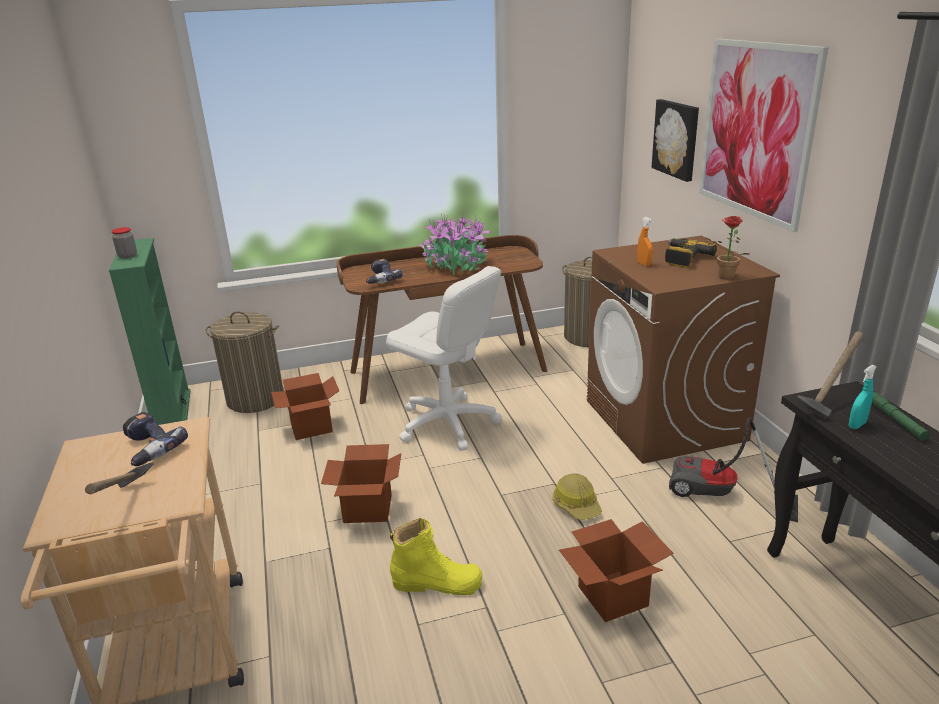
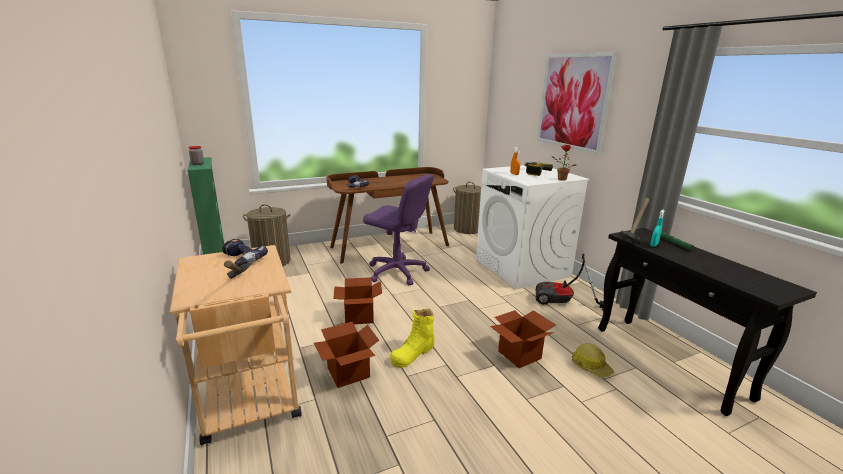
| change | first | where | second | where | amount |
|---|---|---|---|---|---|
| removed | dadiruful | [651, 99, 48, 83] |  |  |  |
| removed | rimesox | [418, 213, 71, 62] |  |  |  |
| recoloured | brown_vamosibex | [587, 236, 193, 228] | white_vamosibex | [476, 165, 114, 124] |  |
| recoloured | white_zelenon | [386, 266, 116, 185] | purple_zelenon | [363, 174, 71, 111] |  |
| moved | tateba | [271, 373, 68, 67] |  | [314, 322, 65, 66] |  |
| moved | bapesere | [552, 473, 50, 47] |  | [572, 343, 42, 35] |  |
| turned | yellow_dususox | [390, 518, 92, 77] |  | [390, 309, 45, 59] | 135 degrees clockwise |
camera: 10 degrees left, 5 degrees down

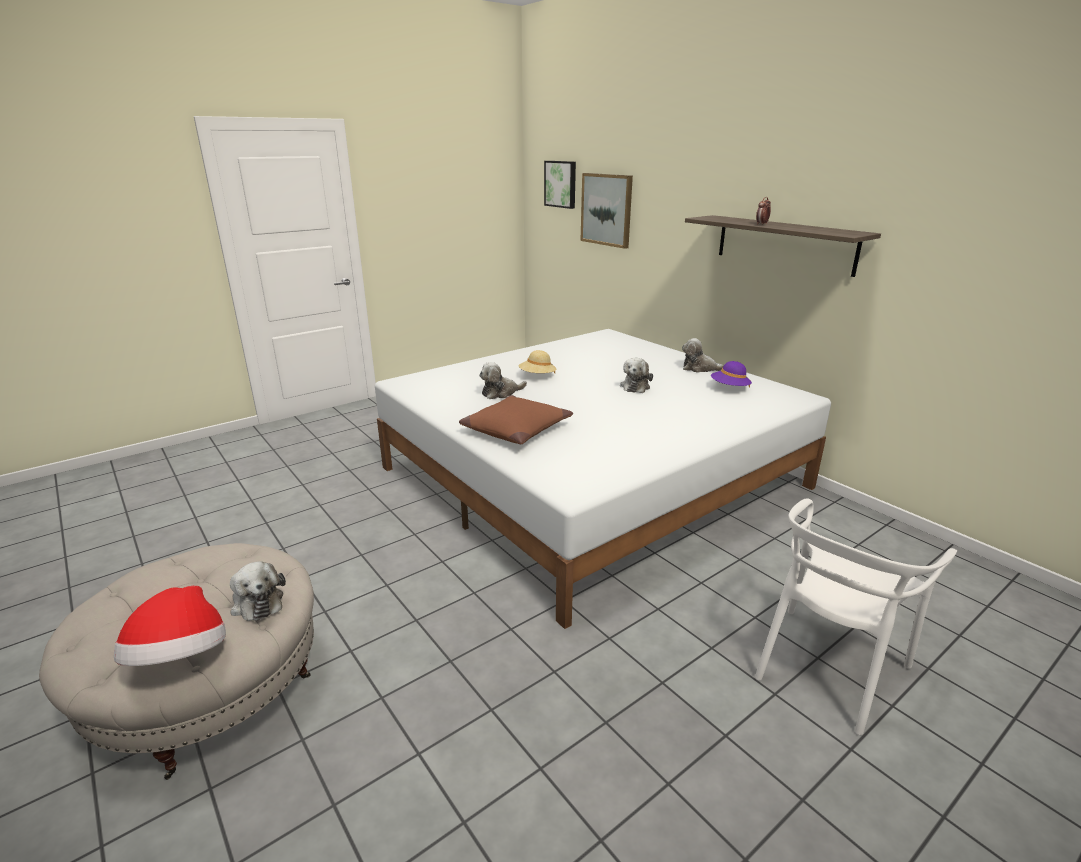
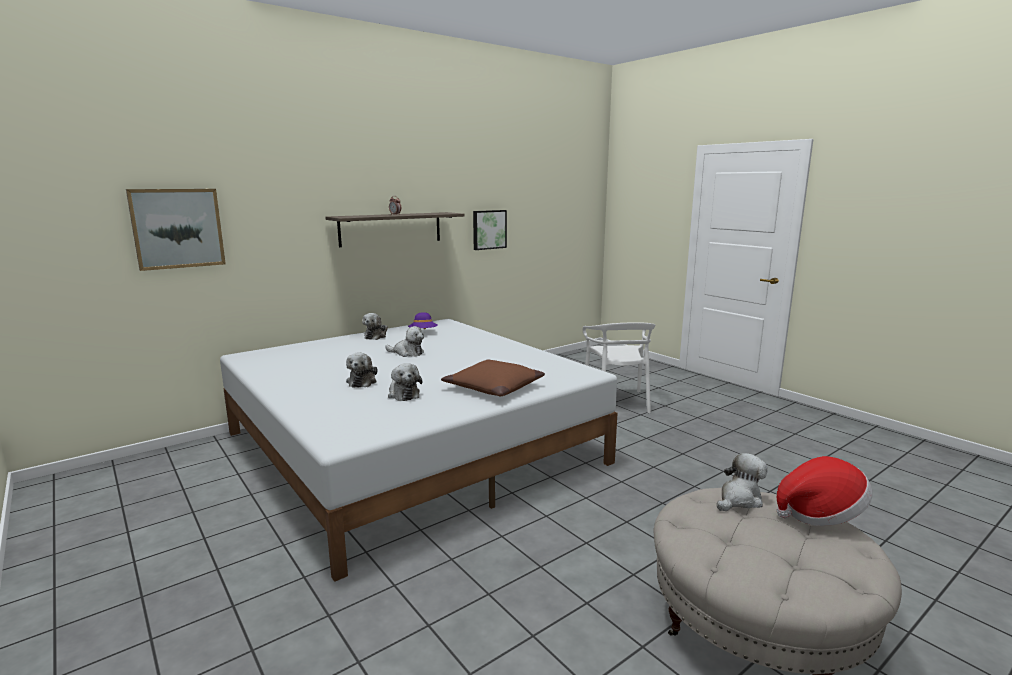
| change | first | where | second | where | amount |
|---|---|---|---|---|---|
| moved | dadiruful | [544, 161, 32, 48] |  | [473, 210, 34, 40] |  |
| replaced | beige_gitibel | [519, 350, 37, 24] | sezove | [346, 353, 32, 34] |  |
| turned | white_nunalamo | [755, 498, 202, 237] |  | [583, 322, 72, 91] | 45 degrees clockwise |
camera: 90 degrees left, 10 degrees down

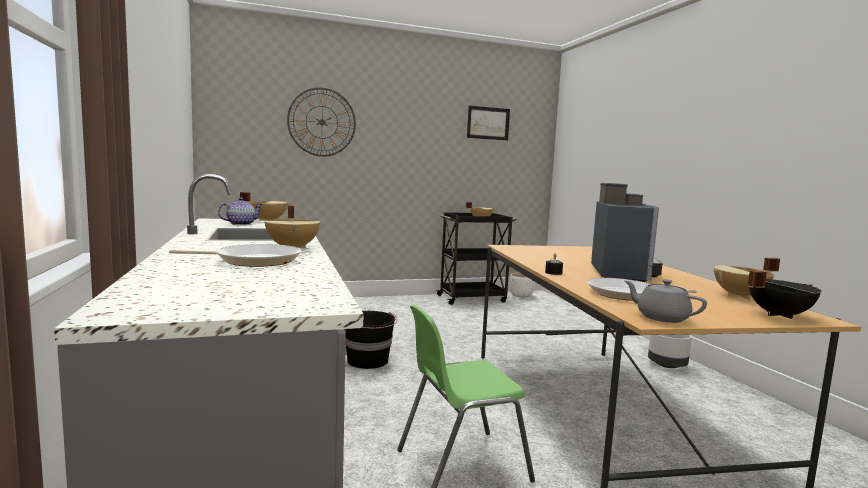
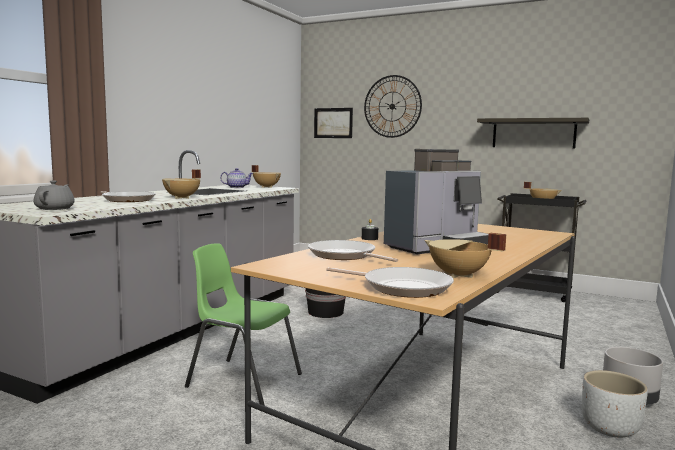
| change | first | where | second | where | amount |
|---|---|---|---|---|---|
| moved | dadiruful | [467, 106, 43, 35] |  | [314, 108, 39, 30] |  |
| replaced | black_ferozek | [748, 271, 74, 48] | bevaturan | [326, 267, 128, 31] |  |
| moved | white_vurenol | [510, 273, 25, 25] |  | [582, 370, 66, 68] |  |
| moved | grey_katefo | [624, 279, 83, 44] |  | [33, 181, 42, 29] |  |
| added |  |  | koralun | [477, 118, 112, 30] |  |
camera: 45 degrees right, 0 degrees up

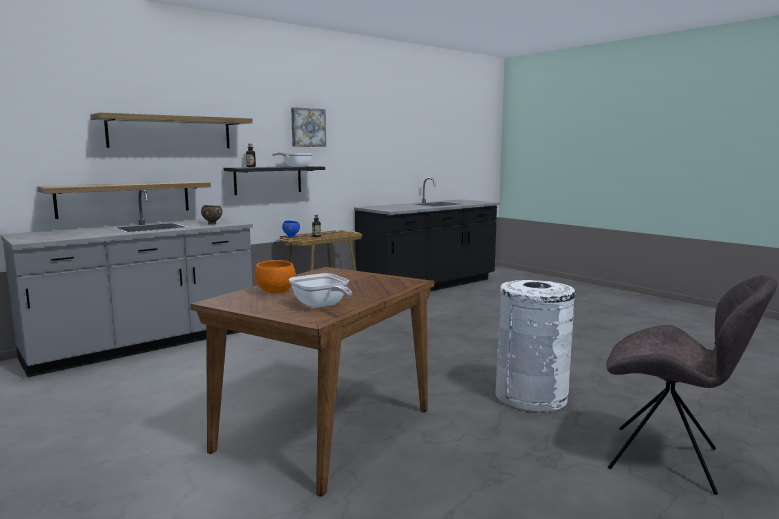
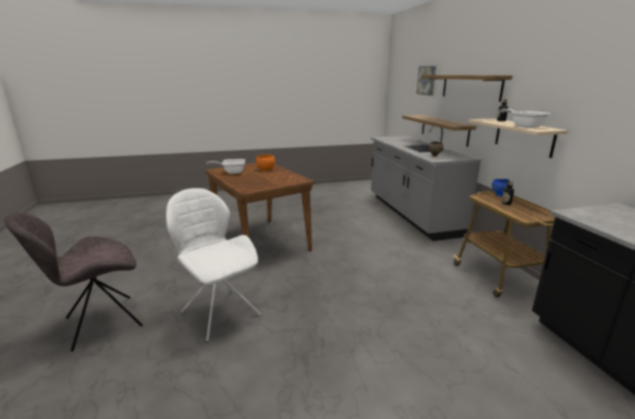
| change | first | where | second | where | amount |
|---|---|---|---|---|---|
| moved | dadiruful | [291, 107, 35, 40] |  | [416, 66, 20, 29] |  |
| recoloured | black_koralun | [223, 166, 102, 29] | beige_koralun | [468, 118, 100, 40] |  |
| replaced | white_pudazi | [495, 280, 81, 133] | white_nunalamo | [166, 188, 95, 153] |  |
camera: 115 degrees right, 10 degrees up

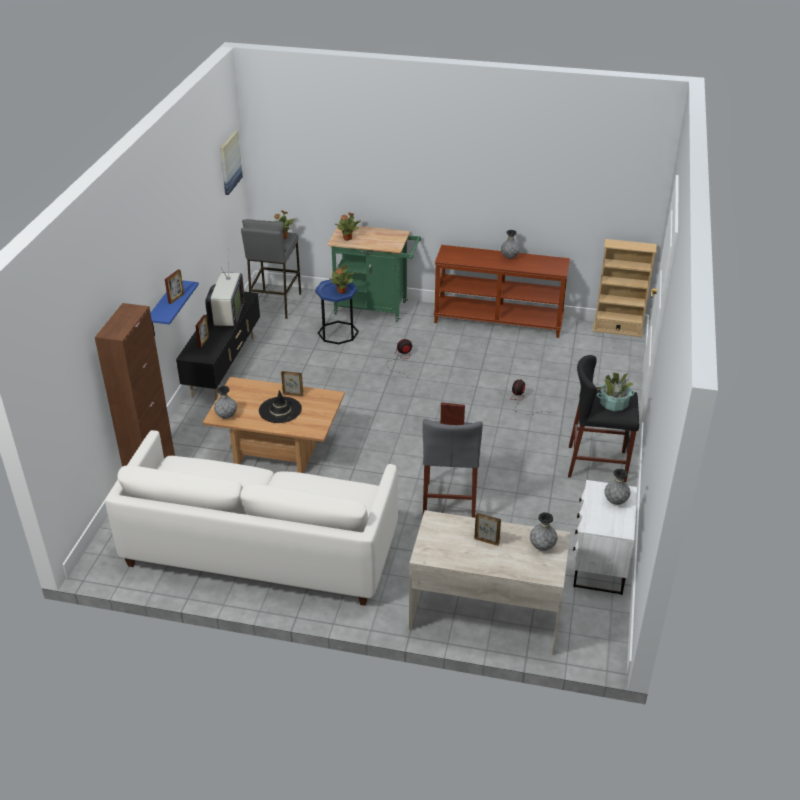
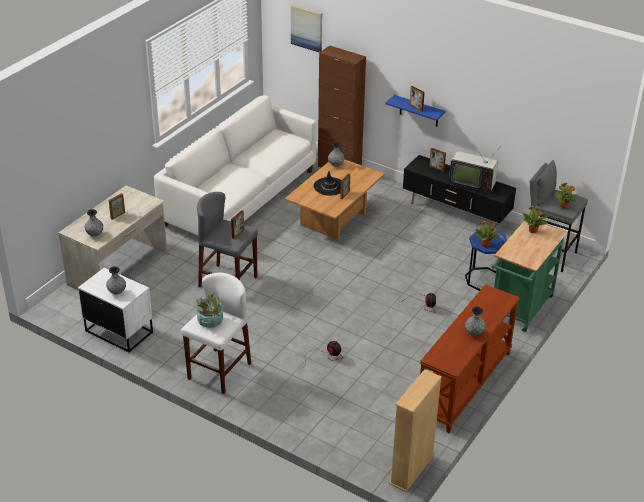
| change | first | where | second | where | amount |
|---|---|---|---|---|---|
| moved | dadiruful | [220, 131, 23, 64] |  | [291, 5, 31, 48] |  |
| recoloured | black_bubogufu | [568, 355, 71, 128] | white_bubogufu | [181, 273, 70, 121] |  |
camera: 110 degrees right, 0 degrees up

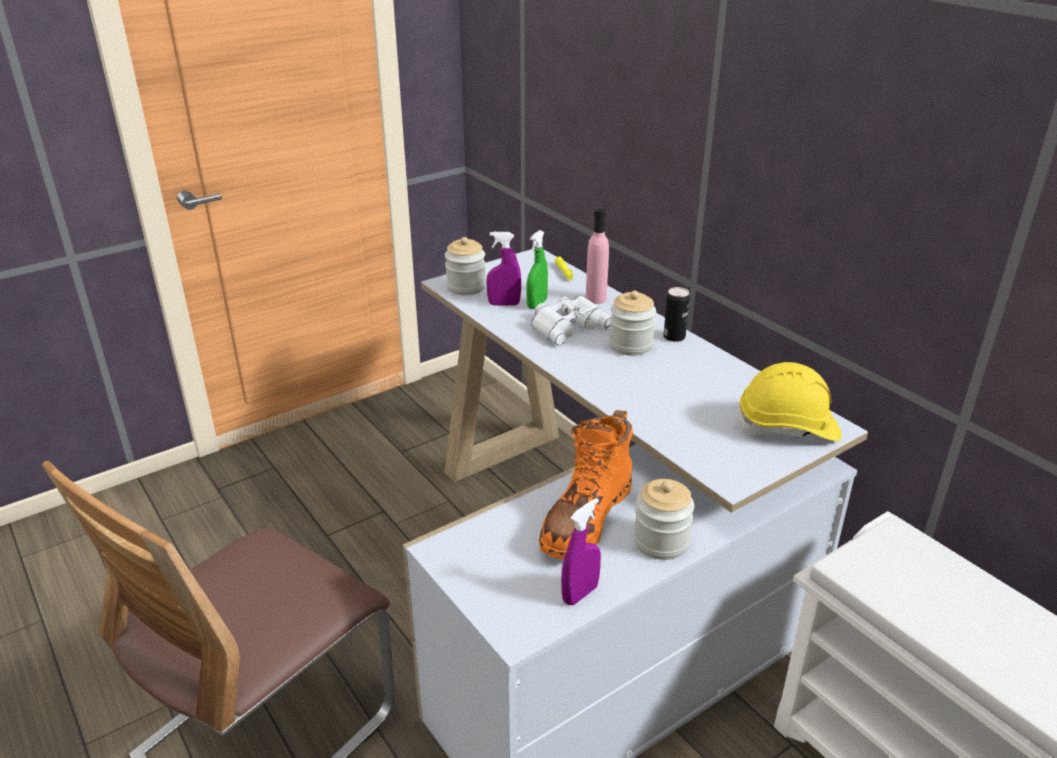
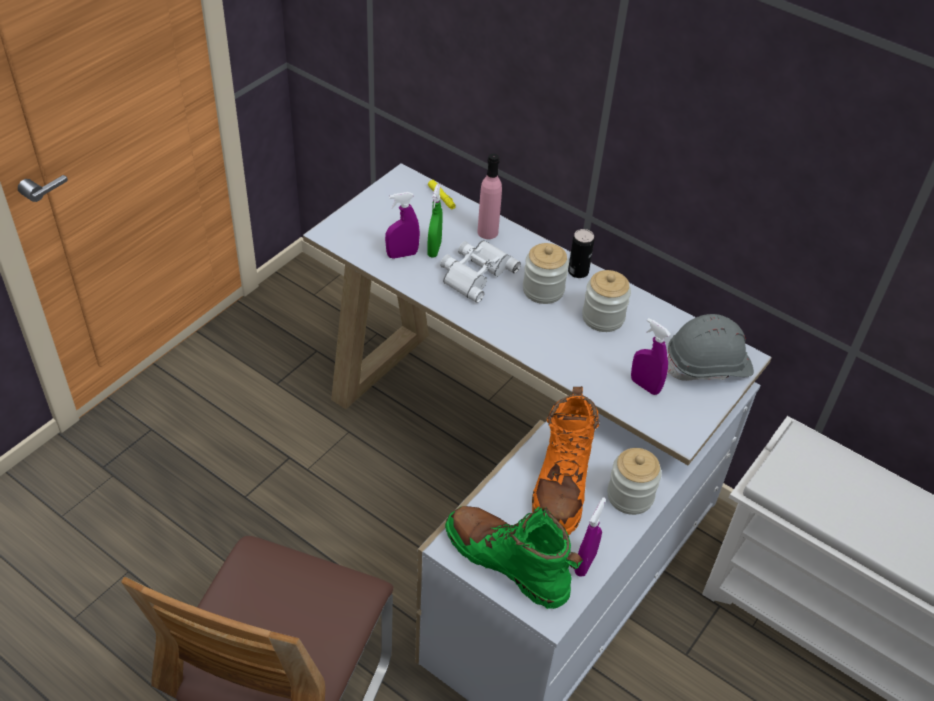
| change | first | where | second | where | amount |
|---|---|---|---|---|---|
| moved | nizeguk | [445, 237, 41, 59] |  | [582, 270, 49, 62] |  |
| recoloured | yellow_bapesere | [736, 362, 106, 79] | grey_bapesere | [667, 314, 87, 67] |  |
| added |  |  | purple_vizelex | [631, 318, 40, 77] |  |
| added |  |  | green_dususox | [445, 506, 138, 103] |  |
camera: 20 degrees left, 15 degrees up

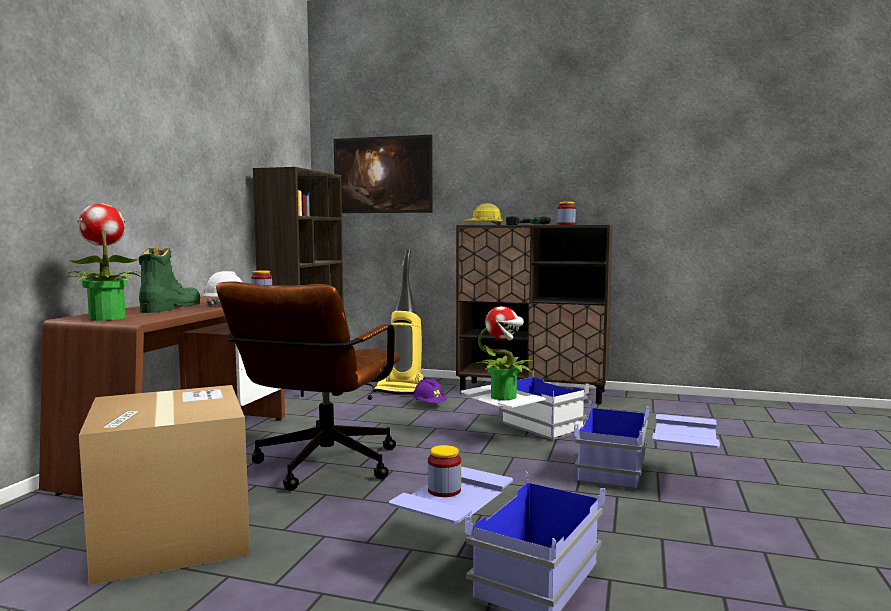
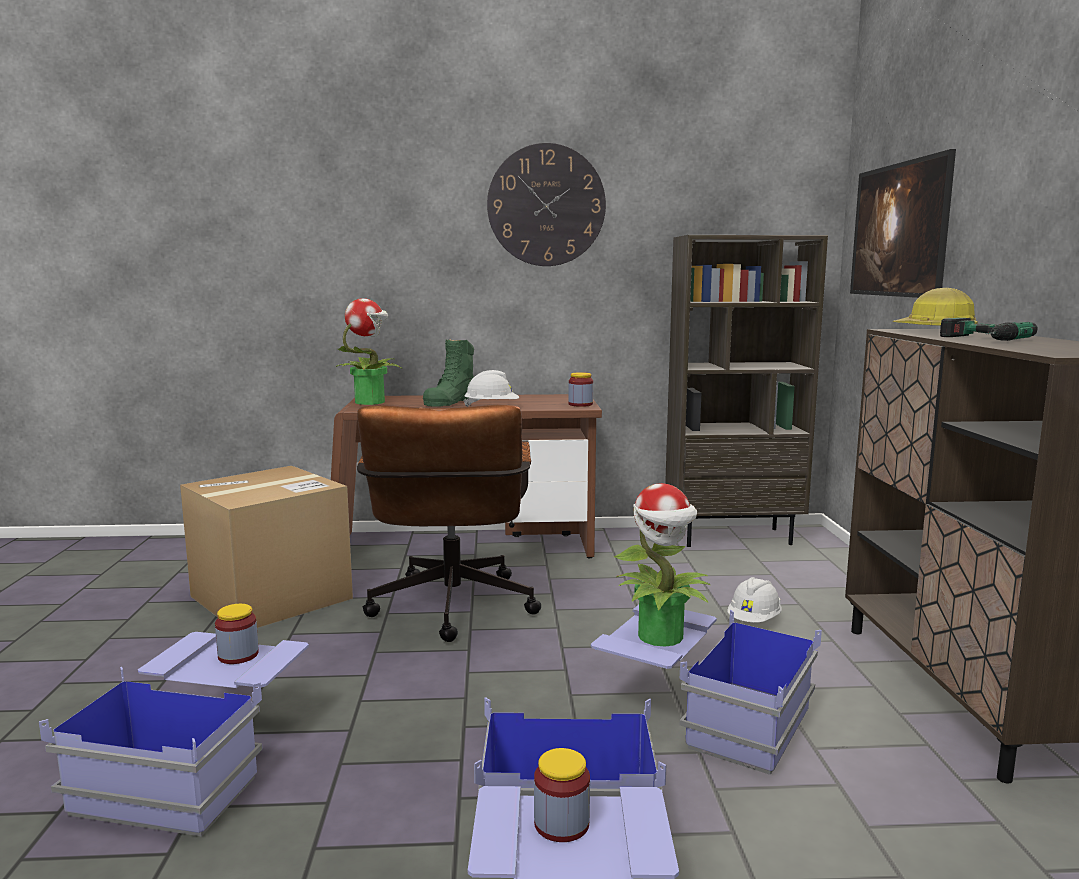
| change | first | where | second | where | amount |
|---|---|---|---|---|---|
| moved | nizeguk | [557, 202, 19, 23] |  | [534, 748, 56, 94] |  |
| turned | green_dususox | [139, 248, 61, 65] |  | [423, 340, 51, 66] | 120 degrees clockwise |
| removed | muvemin | [373, 249, 57, 146] |  |  |  |
| turned | brown_zelenon | [216, 281, 185, 210] |  | [357, 404, 184, 238] | 90 degrees counterclockwise |
| recoloured | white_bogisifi | [461, 371, 128, 69] | blue_bogisifi | [591, 605, 231, 170] |  |
| recoloured | purple_bapesere | [413, 378, 34, 25] | white_bapesere | [727, 577, 55, 46] |  |
| added |  |  | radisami | [487, 143, 119, 123] |  |
camera: 70 degrees right, 5 degrees up

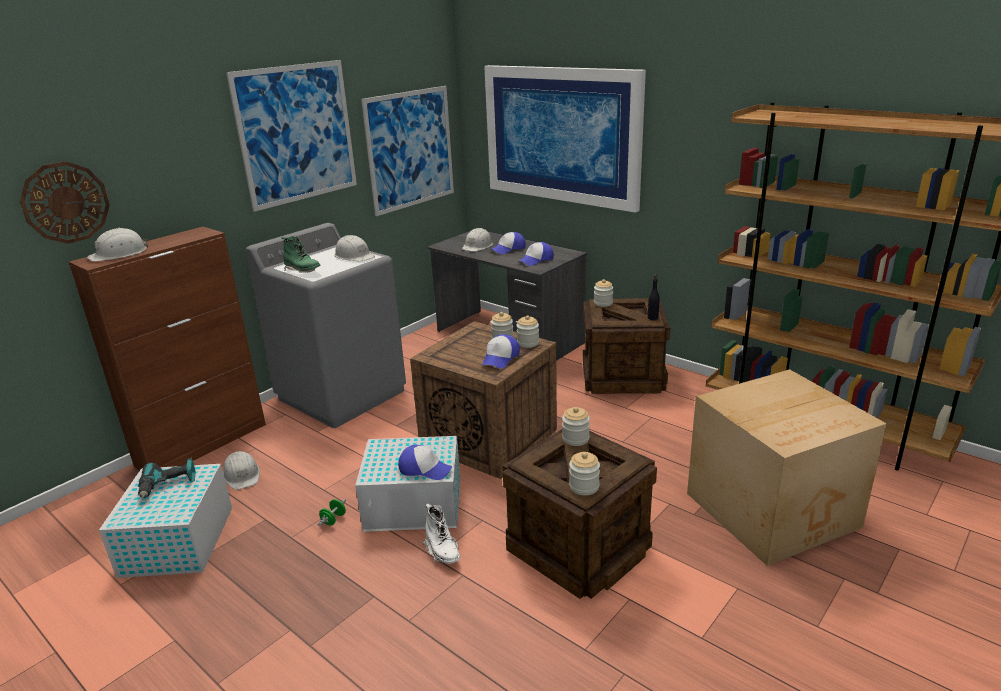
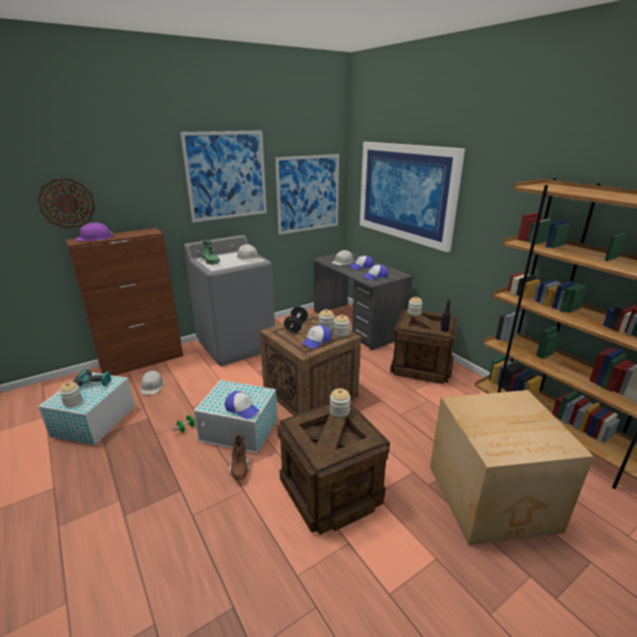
| change | first | where | second | where | amount |
|---|---|---|---|---|---|
| recoloured | white_bapesere | [87, 228, 61, 34] | purple_bapesere | [75, 222, 39, 19] |  |
| moved | nizeguk | [569, 452, 31, 43] |  | [59, 382, 23, 25] |  |
| recoloured | white_dususox | [423, 504, 37, 60] | brown_dususox | [229, 433, 22, 47] |  |
| added |  |  | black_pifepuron | [284, 306, 24, 27] |  |
camera: 15 degrees right, 0 degrees up

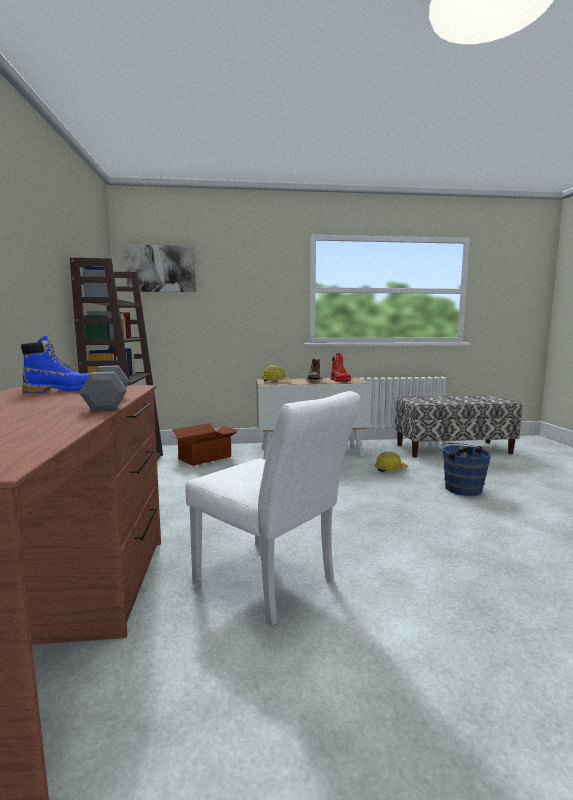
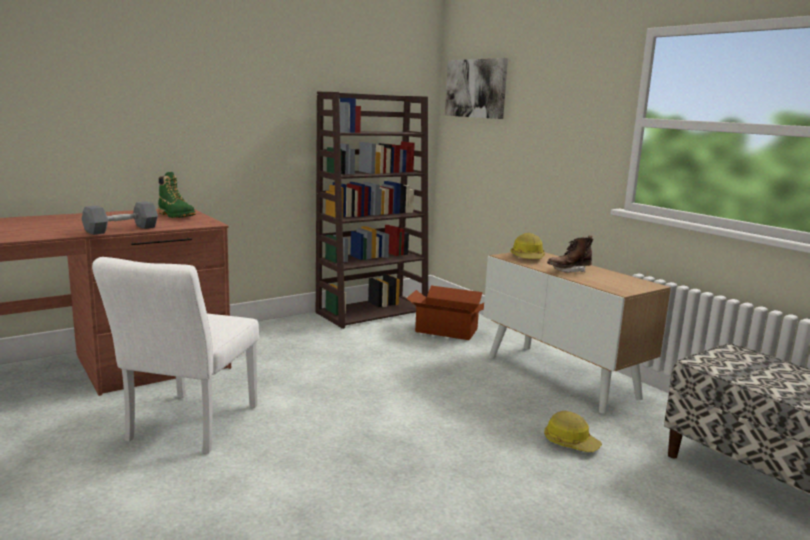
| change | first | where | second | where | amount |
|---|---|---|---|---|---|
| recoloured | blue_dususox | [21, 335, 69, 58] | green_dususox | [158, 172, 38, 46] |  |
| removed | red_dususox | [331, 353, 20, 29] |  |  |  |
| removed | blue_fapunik | [438, 443, 53, 53] |  |  |  |
camera: 60 degrees right, 5 degrees up

